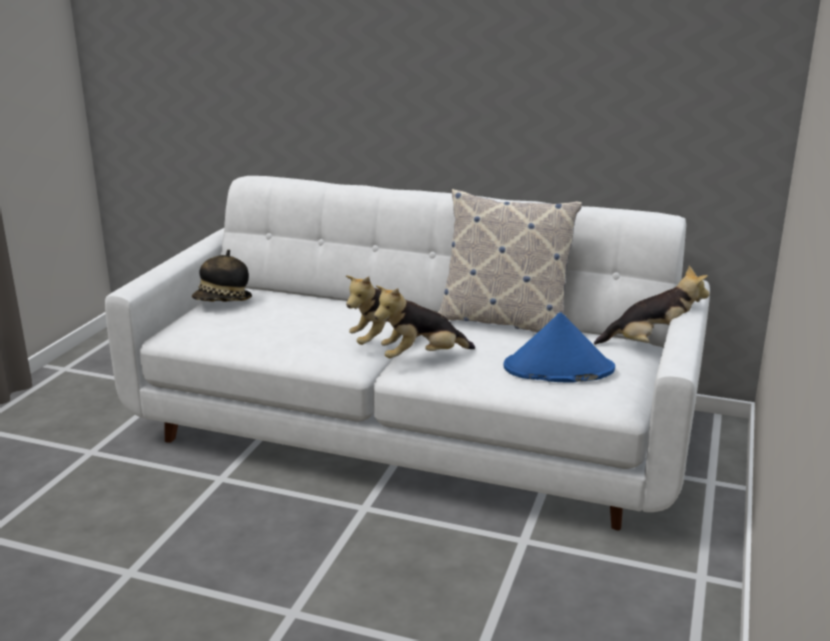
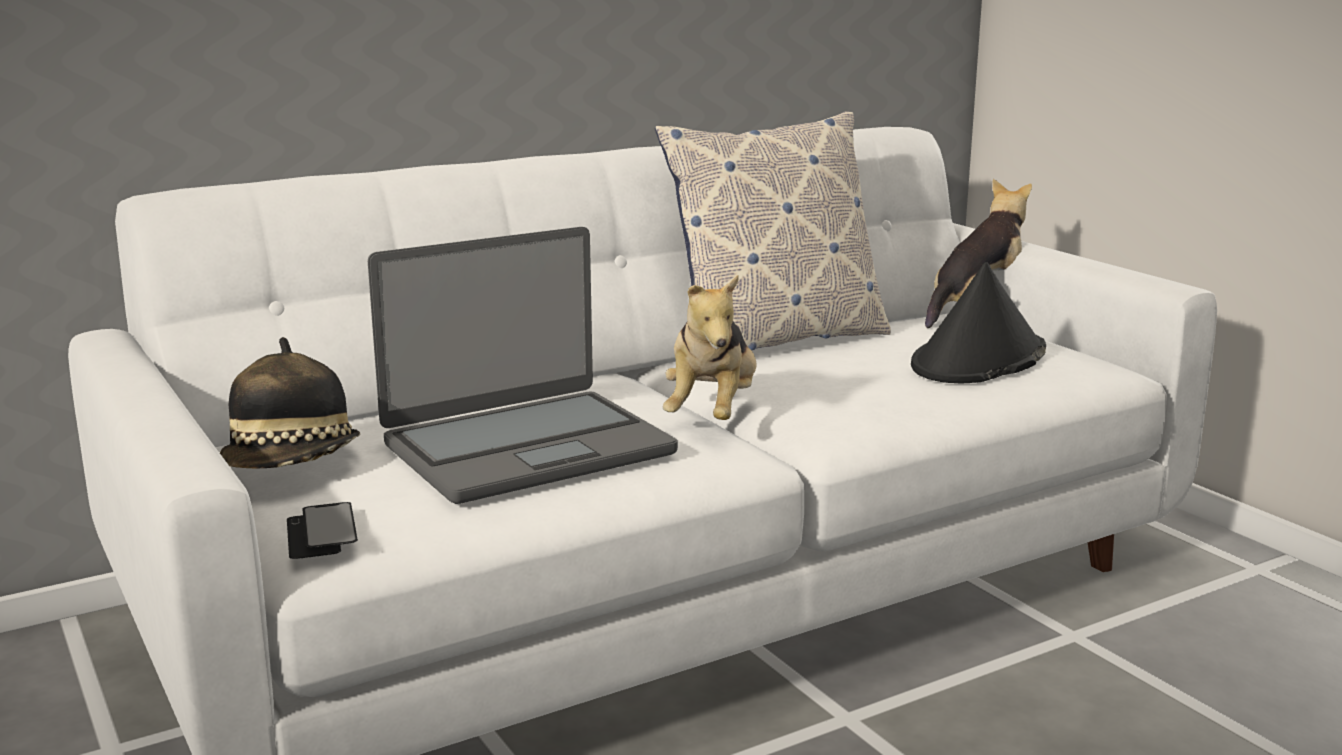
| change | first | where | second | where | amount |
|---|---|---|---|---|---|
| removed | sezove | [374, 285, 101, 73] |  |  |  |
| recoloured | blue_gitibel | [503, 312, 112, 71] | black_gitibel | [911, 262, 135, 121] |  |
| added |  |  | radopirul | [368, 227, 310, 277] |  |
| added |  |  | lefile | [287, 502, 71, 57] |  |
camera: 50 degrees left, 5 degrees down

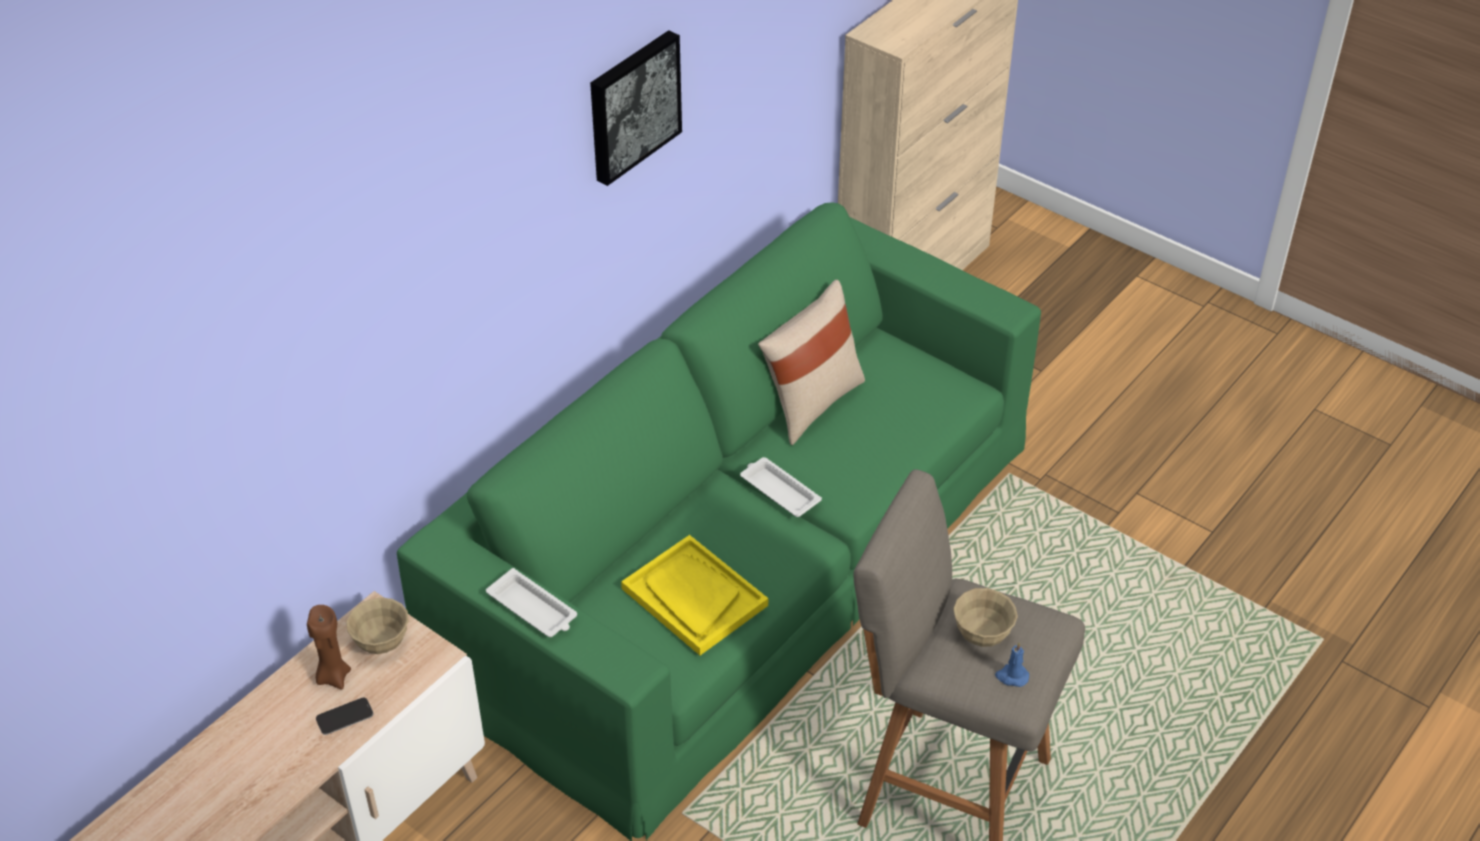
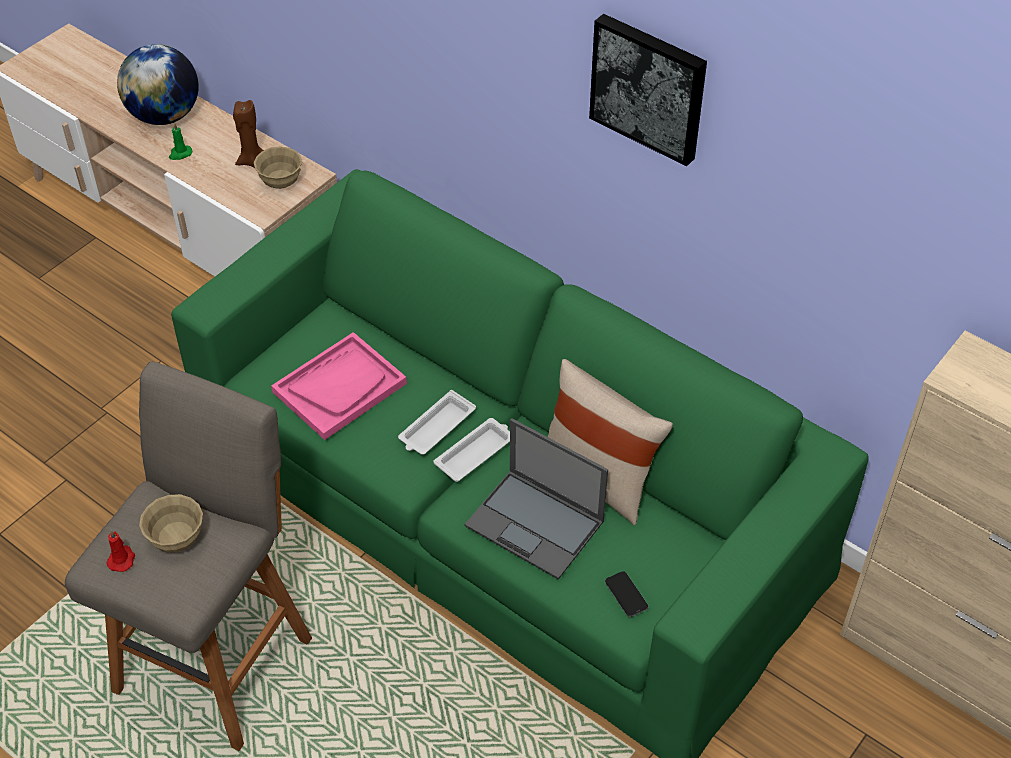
| change | first | where | second | where | amount |
|---|---|---|---|---|---|
| recoloured | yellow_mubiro | [621, 535, 147, 120] | pink_mubiro | [271, 332, 136, 108] |  |
| moved | white_mubiro | [486, 568, 91, 69] |  | [398, 390, 78, 65] |  |
| recoloured | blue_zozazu | [995, 643, 34, 44] | red_zozazu | [106, 530, 29, 42] |  |
| moved | lefile | [316, 697, 57, 38] |  | [605, 571, 43, 46] |  |
| added |  |  | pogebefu | [117, 44, 82, 81] |  |
| added |  |  | green_zozazu | [169, 123, 23, 37] |  |
| added |  |  | radopirul | [464, 418, 144, 162] |  |
camera: 90 degrees right, 5 degrees up

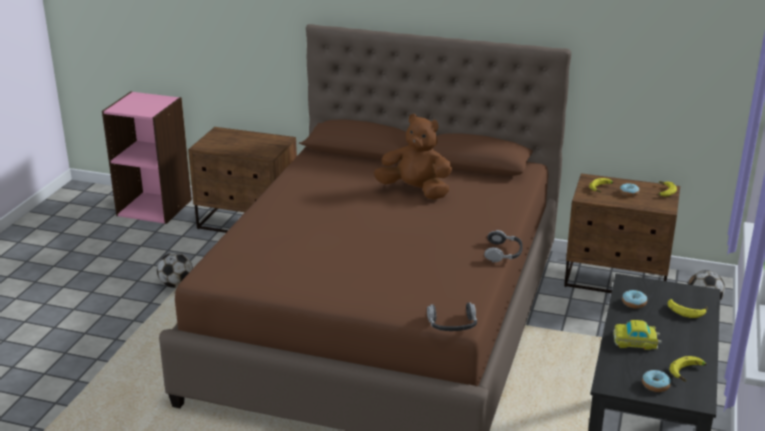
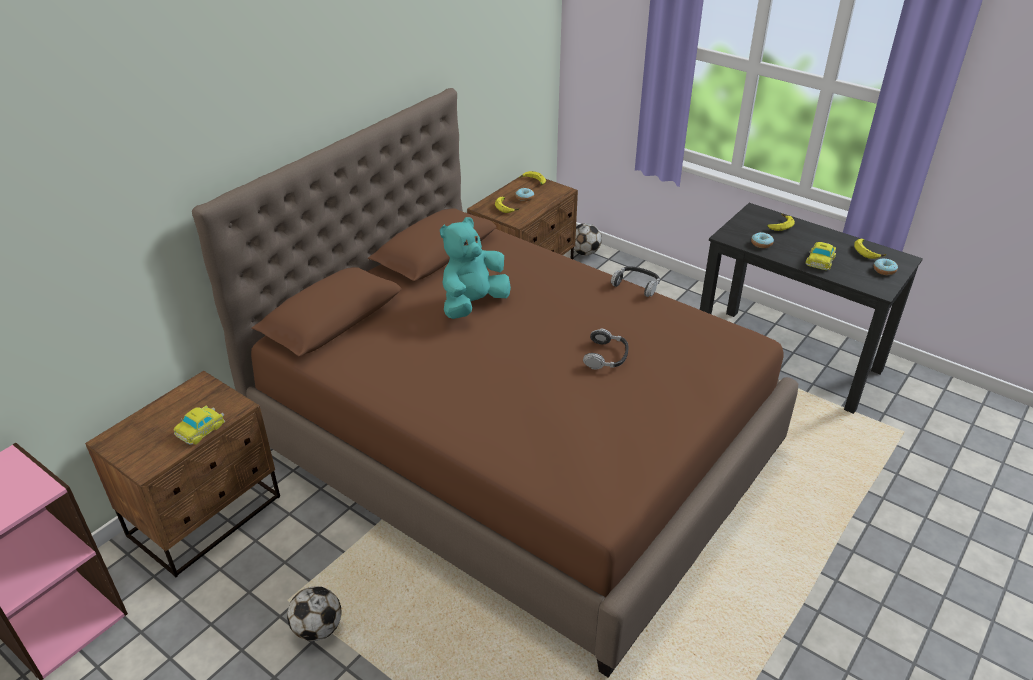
| change | first | where | second | where | amount |
|---|---|---|---|---|---|
| recoloured | brown_sezove | [374, 114, 78, 85] | turquoise_sezove | [440, 217, 71, 102] |  |
| moved | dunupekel | [427, 302, 50, 29] |  | [583, 328, 46, 41] |  |
| added |  |  | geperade | [173, 406, 52, 39] |  |
camera: 70 degrees left, 10 degrees up

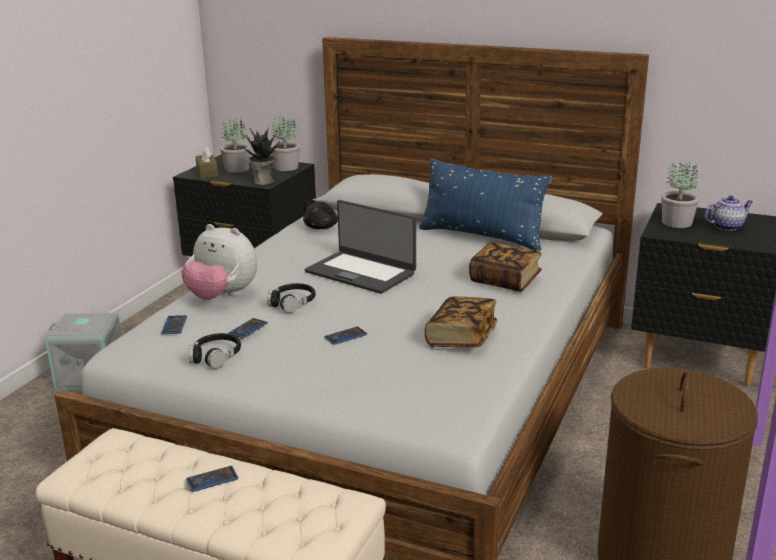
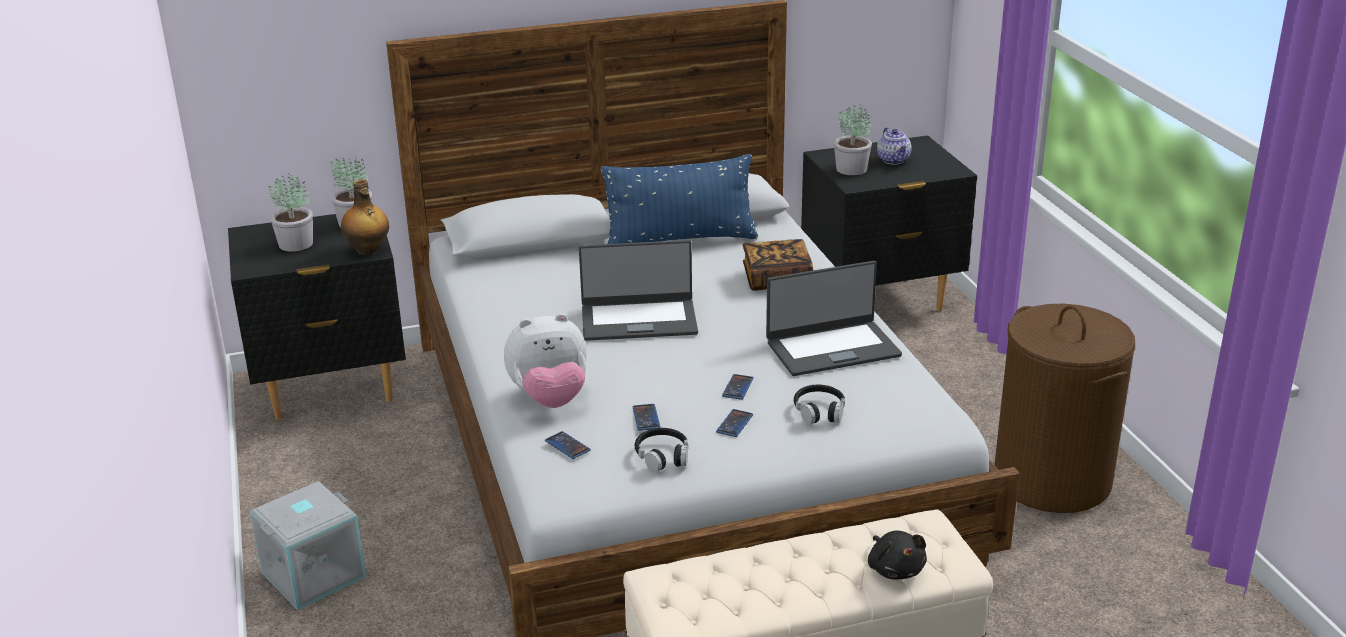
| change | first | where | second | where | amount |
|---|---|---|---|---|---|
| replaced | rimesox | [243, 126, 37, 59] | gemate | [341, 179, 48, 76] |  |
| removed | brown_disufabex | [195, 146, 23, 33] |  |  |  |
| turned | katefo | [705, 196, 48, 35] |  | [877, 127, 35, 38] | 135 degrees clockwise |
| moved | black_sezove | [303, 201, 35, 28] |  | [868, 530, 59, 49] |  |
| moved | black_dunupekel | [267, 283, 49, 30] |  | [794, 385, 51, 40] |  |
| replaced | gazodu | [425, 296, 72, 51] | radopirul | [766, 261, 136, 115] |  |
| moved | lefile | [186, 466, 53, 26] |  | [716, 409, 37, 28] |  |
camera: 40 degrees left, 5 degrees up

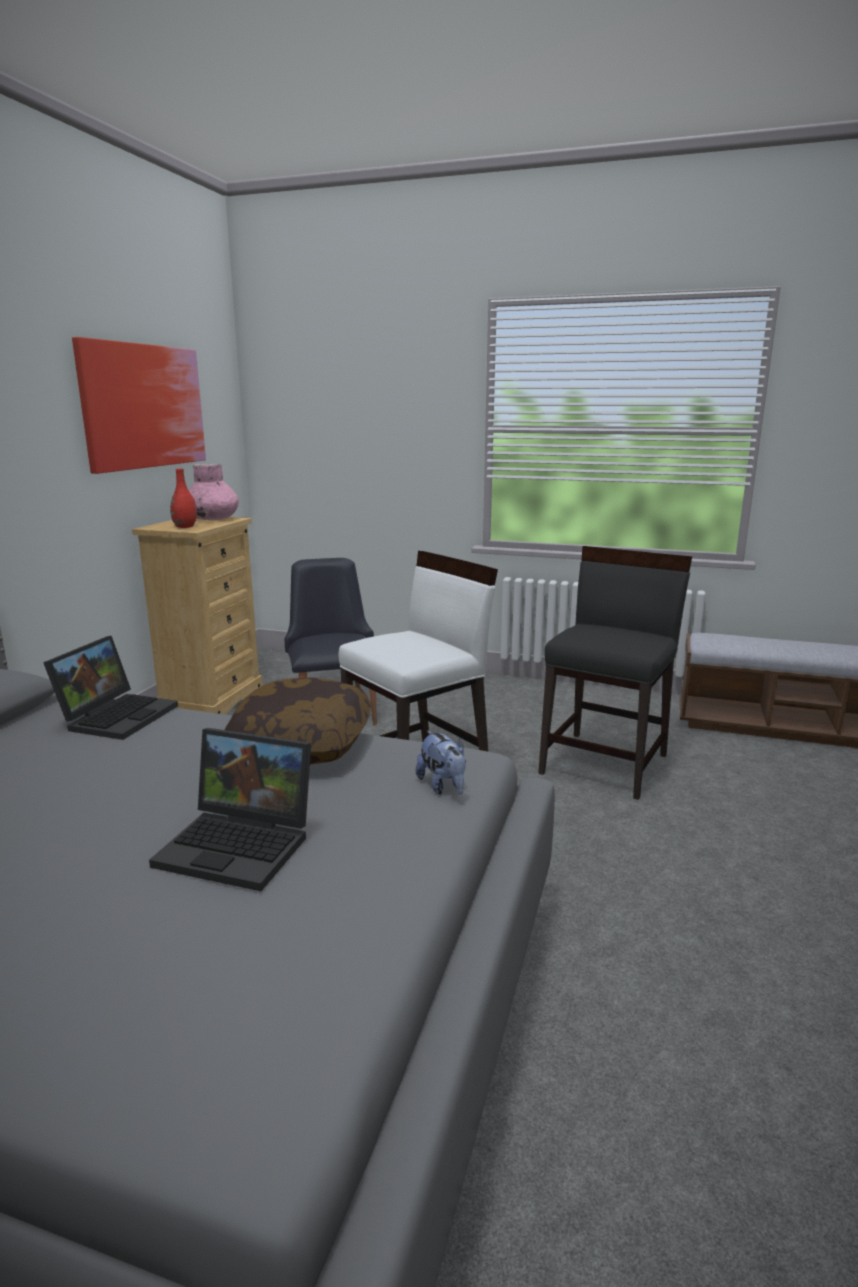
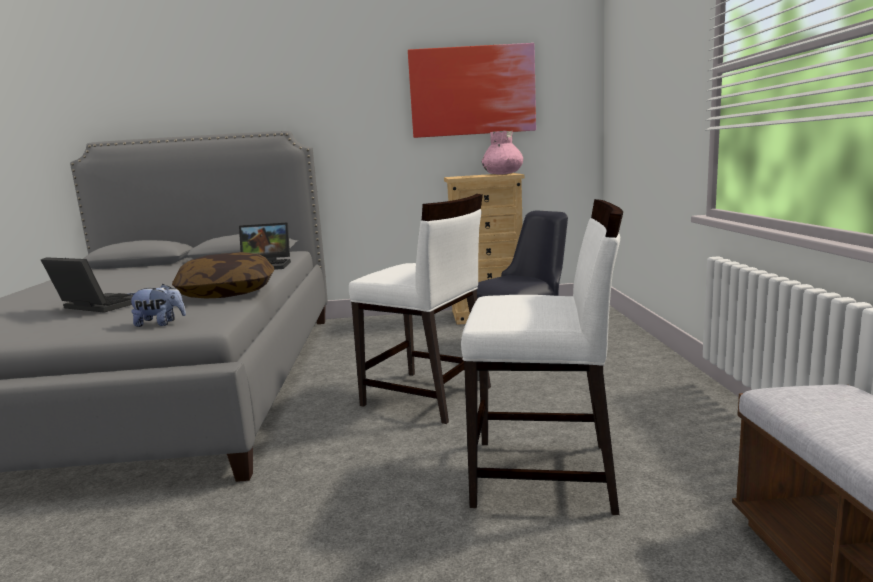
| change | first | where | second | where | amount |
|---|---|---|---|---|---|
| removed | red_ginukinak | [170, 469, 27, 59] |  |  |  |
| recoloured | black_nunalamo | [538, 546, 154, 254] | white_nunalamo | [461, 199, 162, 316] |  |
| turned | radopirul | [149, 728, 162, 163] |  | [41, 257, 92, 55] | 120 degrees clockwise |
| turned | sezove | [416, 730, 50, 65] |  | [128, 284, 58, 43] | 135 degrees counterclockwise |
camera: 70 degrees right, 5 degrees down

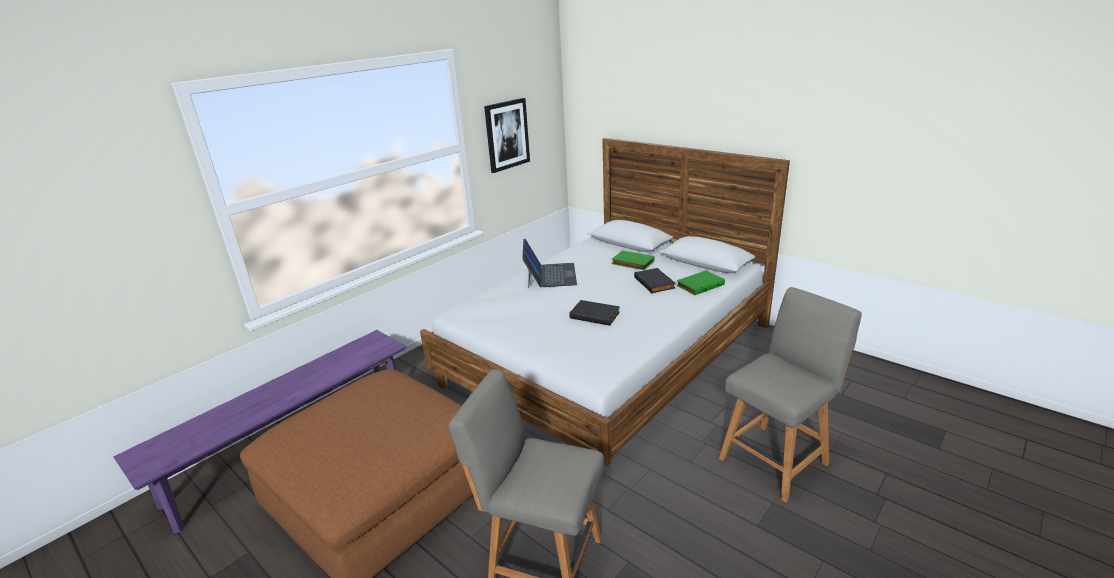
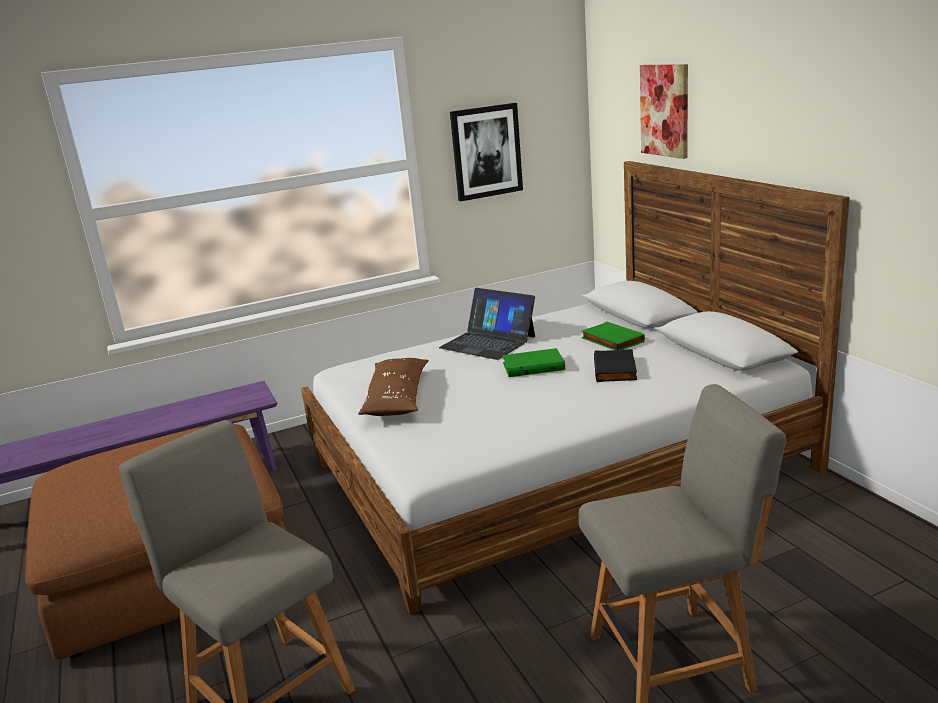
| change | first | where | second | where | amount |
|---|---|---|---|---|---|
| turned | radopirul | [522, 239, 55, 49] |  | [439, 288, 96, 72] | 105 degrees clockwise |
| moved | green_gazodu | [676, 270, 49, 26] |  | [502, 348, 63, 29] |  |
| removed | black_gazodu | [569, 300, 51, 26] |  |  |  |
| added |  |  | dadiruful | [640, 64, 48, 95] |  |
| added |  |  | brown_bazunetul | [358, 358, 71, 58] |  |
camera: 25 degrees right, 5 degrees down

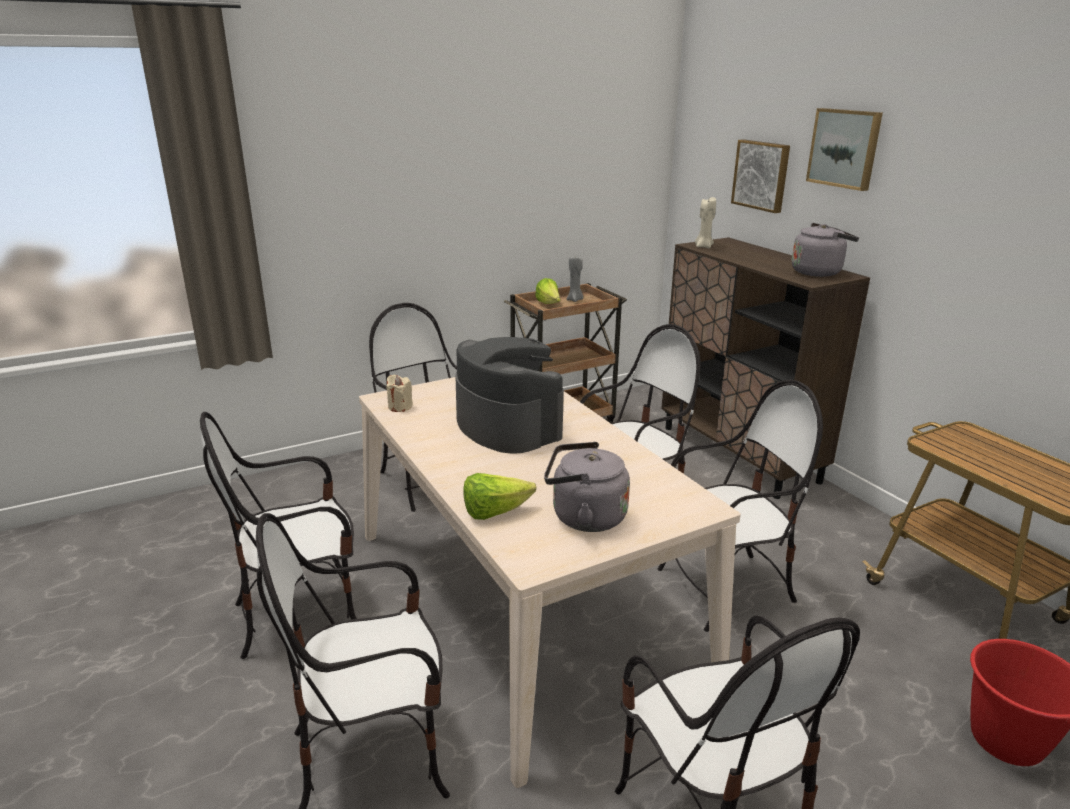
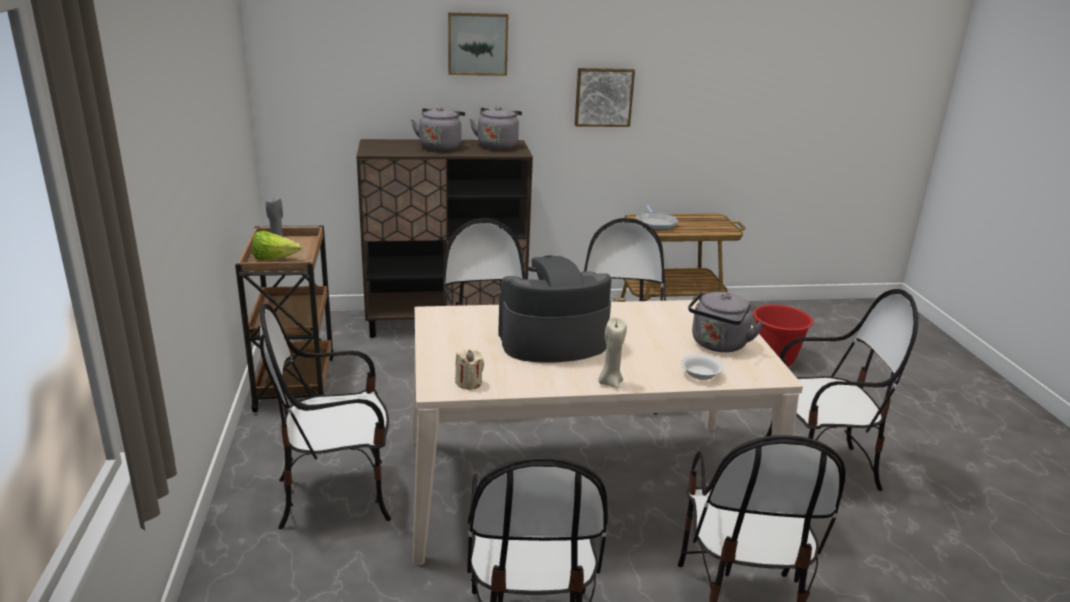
| change | first | where | second | where | amount |
|---|---|---|---|---|---|
| moved | dadiruful | [731, 139, 59, 74] |  | [575, 68, 60, 59] |  |
| moved | beige_zozazu | [695, 197, 21, 51] |  | [598, 317, 29, 71] |  |
| replaced | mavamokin | [463, 473, 73, 47] | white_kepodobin | [680, 354, 44, 26] |  |
| added |  |  | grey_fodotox | [411, 107, 54, 44] |  |
| added |  |  | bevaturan | [636, 205, 42, 25] |  |
camera: 70 degrees left, 0 degrees up

